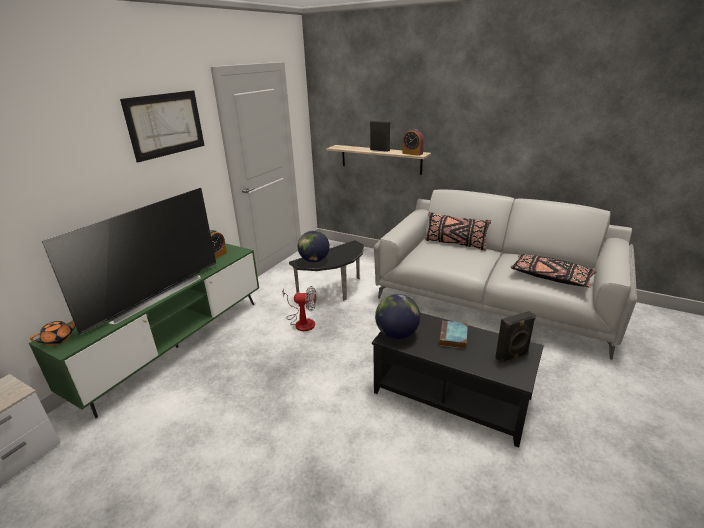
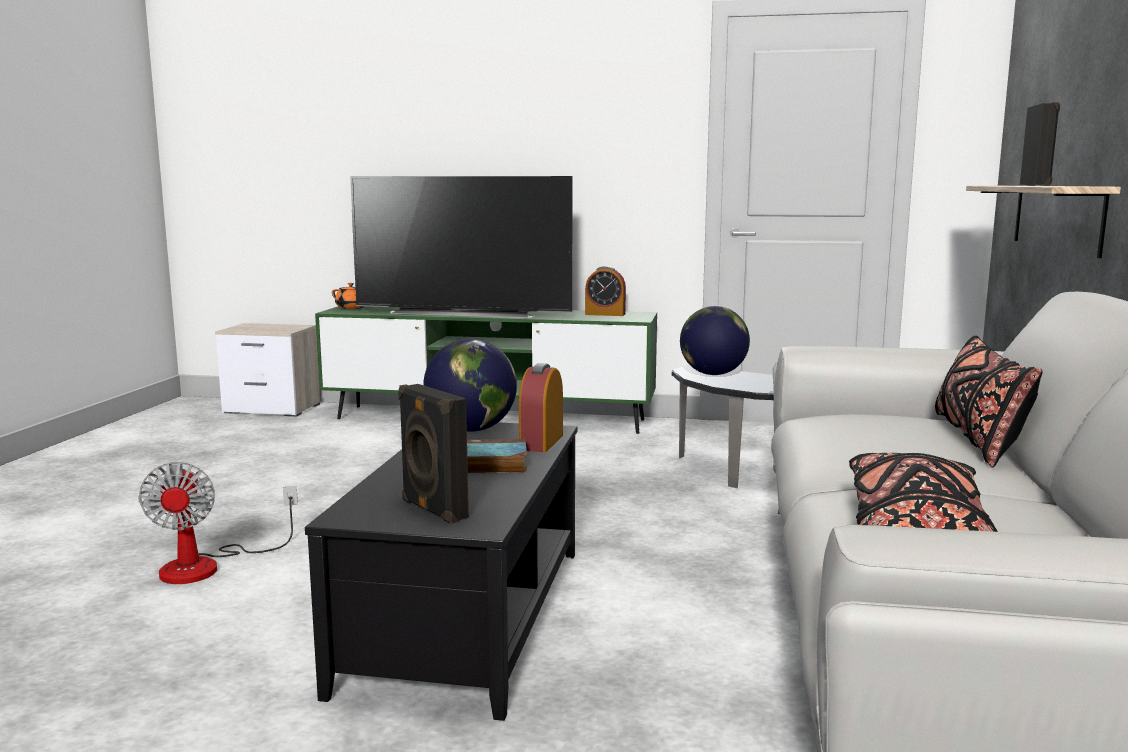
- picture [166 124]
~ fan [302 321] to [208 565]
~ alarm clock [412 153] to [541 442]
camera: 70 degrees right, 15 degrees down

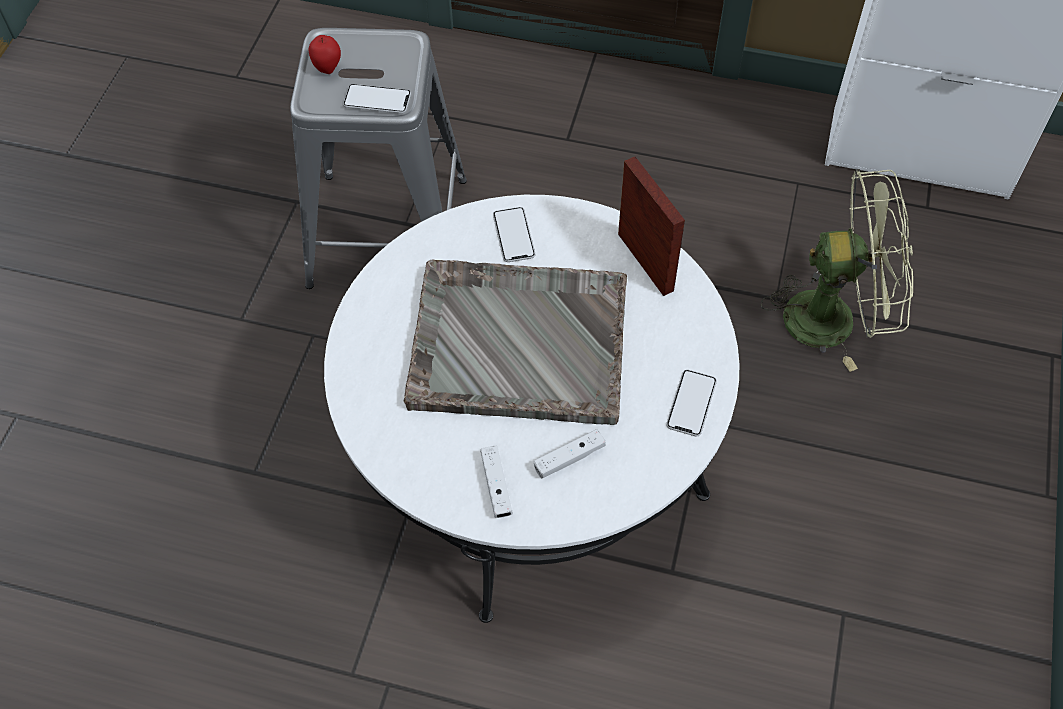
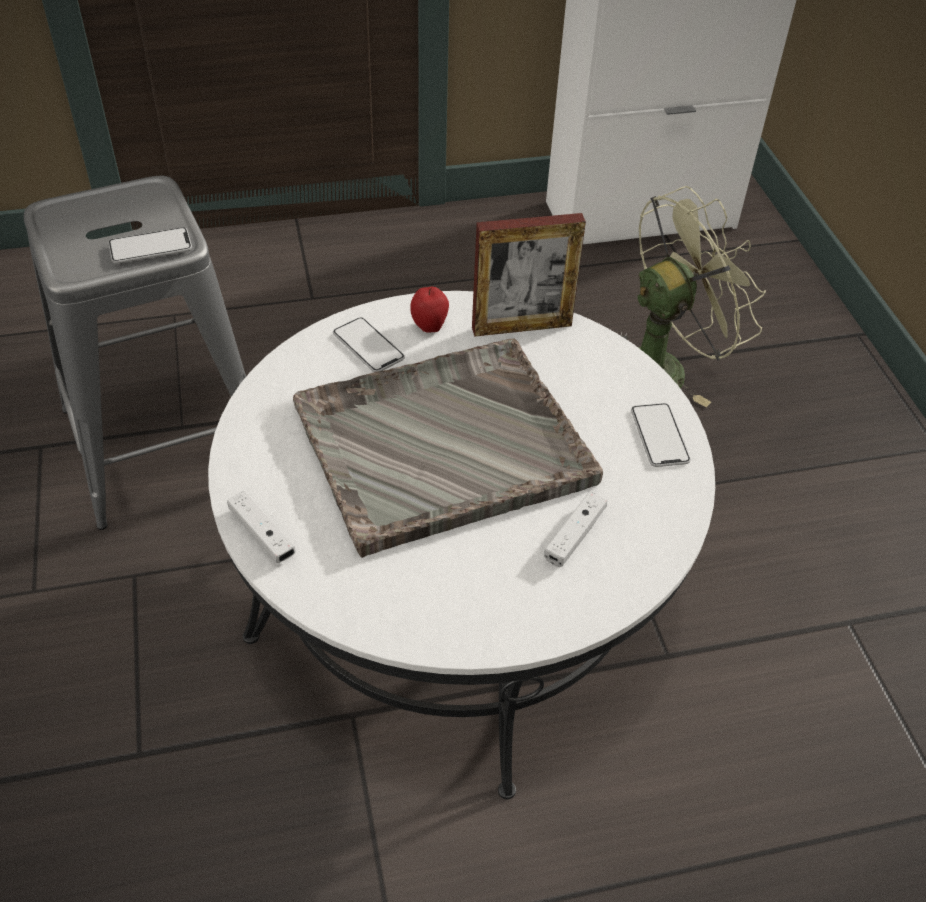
~ apple [327 68] to [429 326]
~ game controller/white [496 486] to [262 534]
~ picture frame [645 262] = [521 326] 135 degrees clockwise
camera: 30 degrees left, 10 degrees down

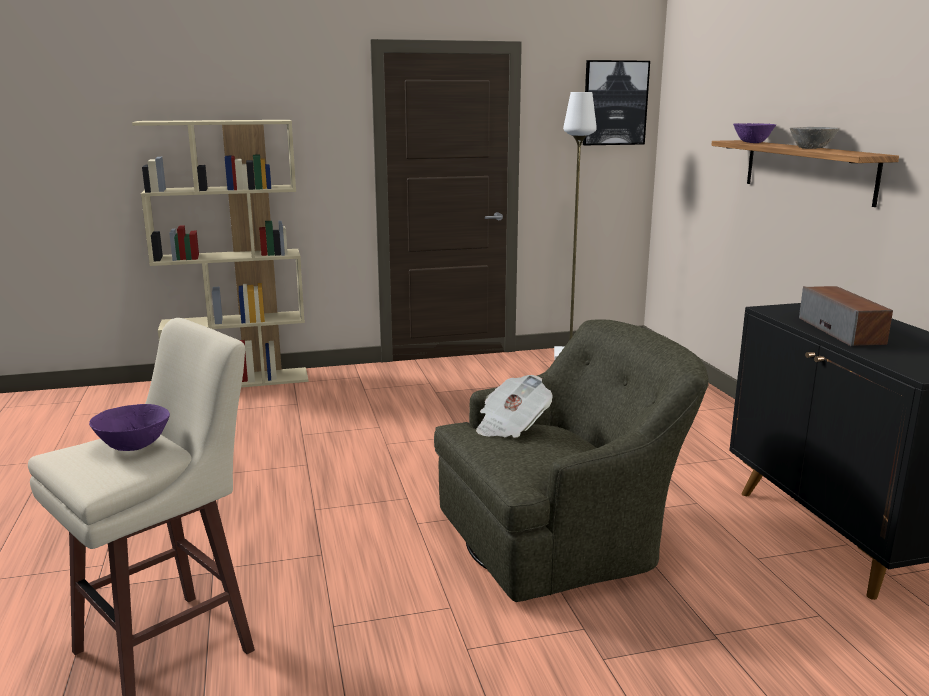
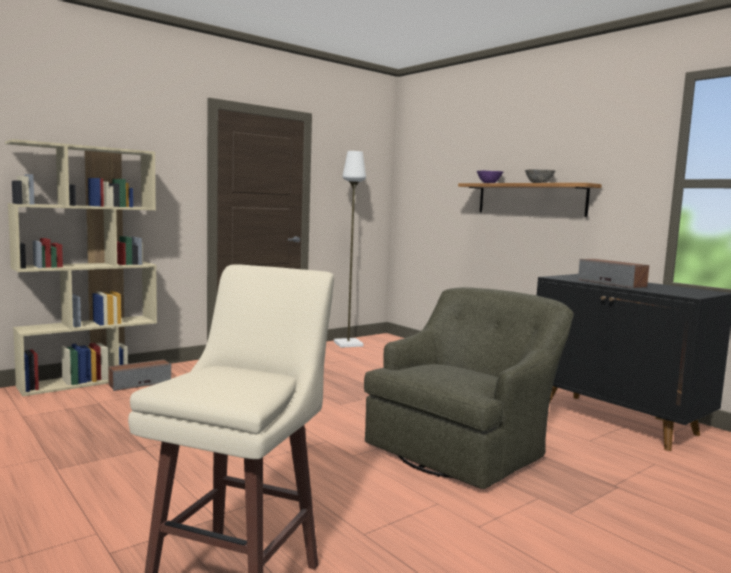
- bowl/purple [132 446]
- newspaper [511 426]
- picture [615 103]
+ speaker [140 383]
camera: 25 degrees left, 10 degrees down

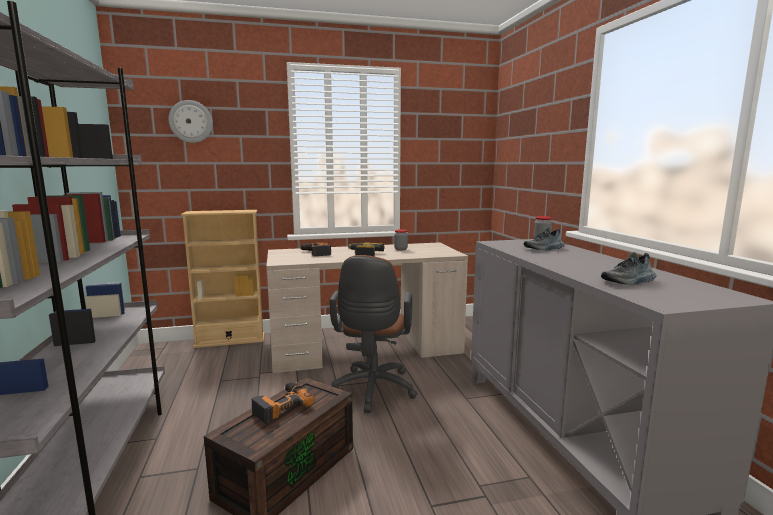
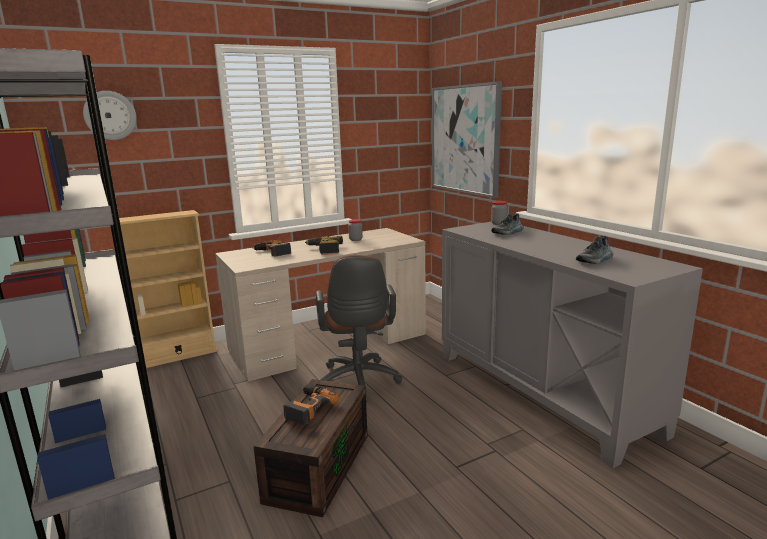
+ picture [465 139]
camera: 15 degrees left, 5 degrees up

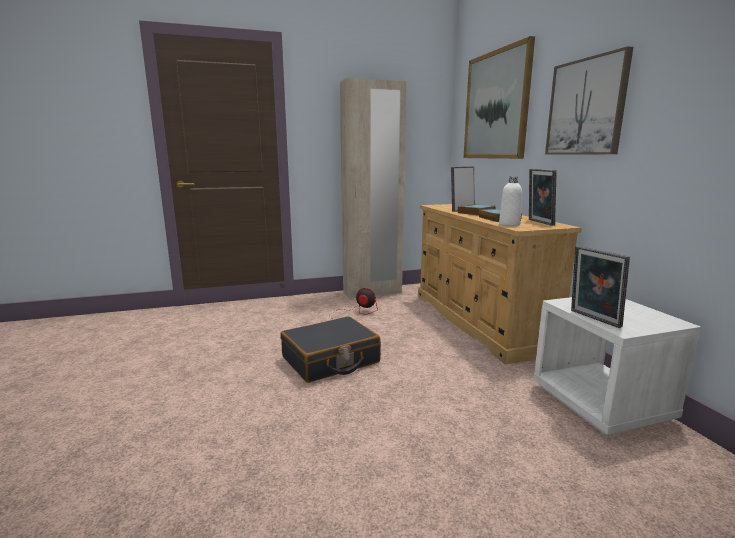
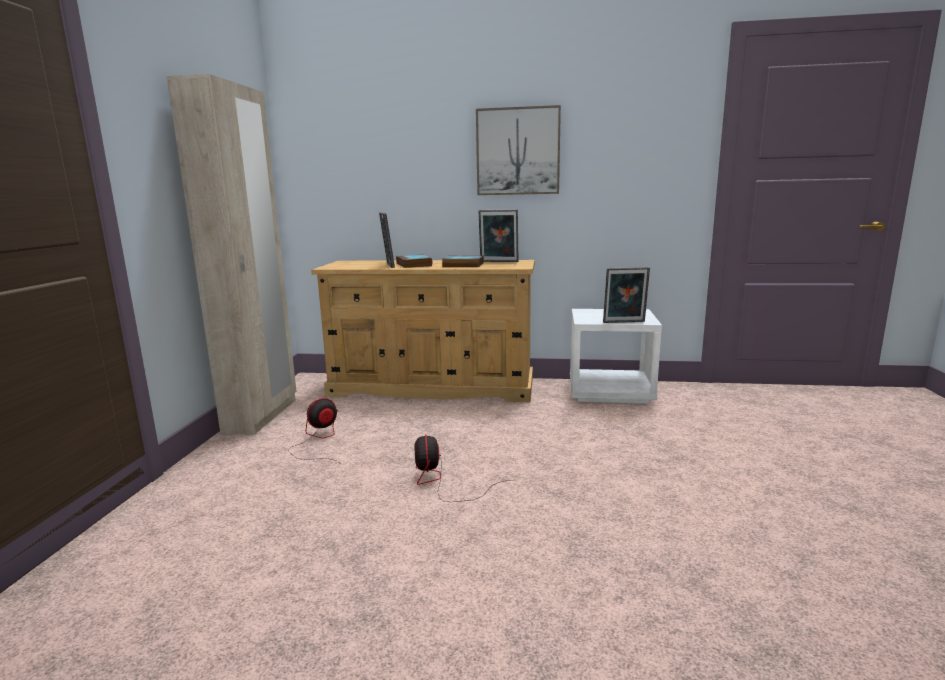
~ suitcase/black [330 360] to fan [442 482]
- picture [496 105]
- bottle/white [509 224]
camera: 65 degrees left, 0 degrees up

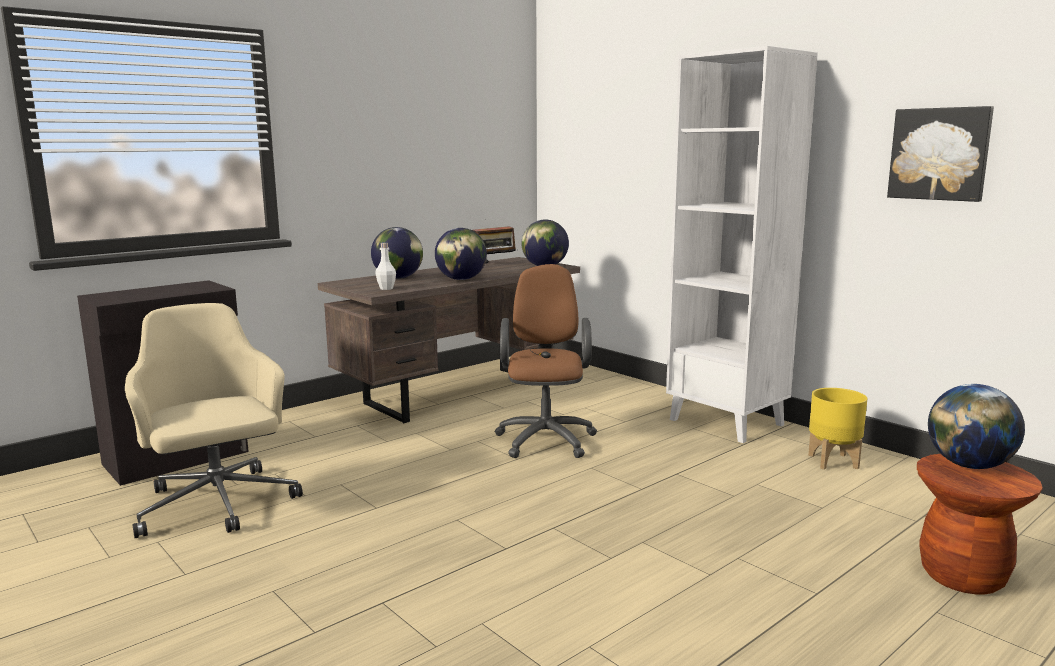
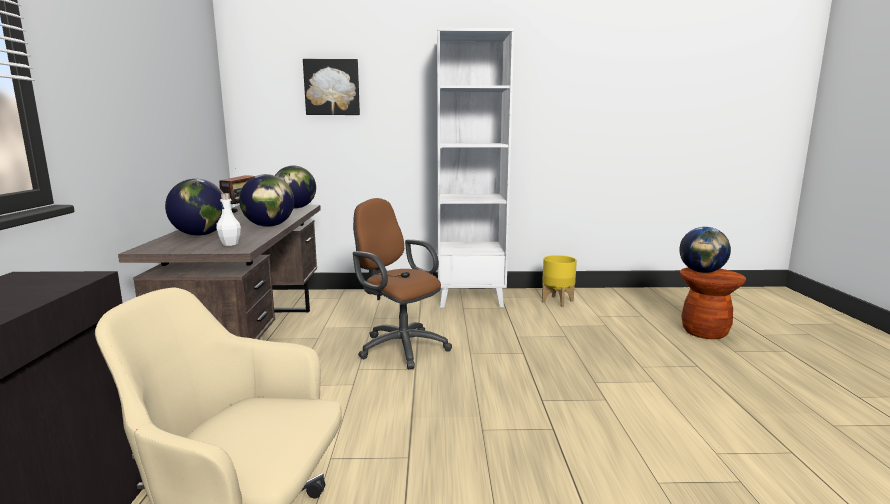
~ picture [939 154] to [332 87]
camera: 50 degrees left, 0 degrees up

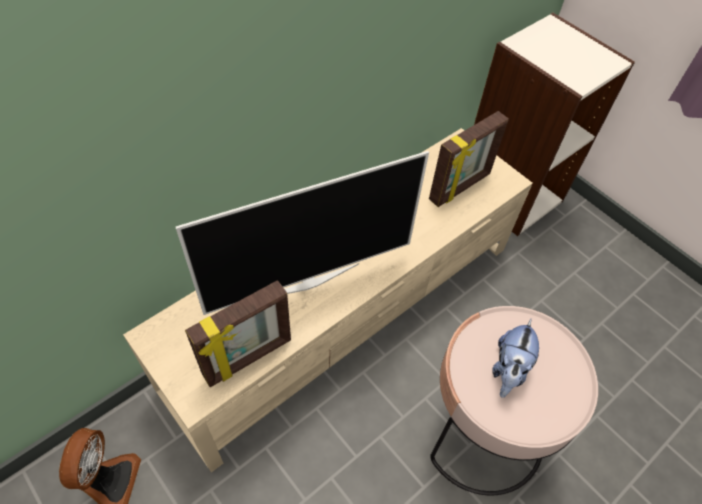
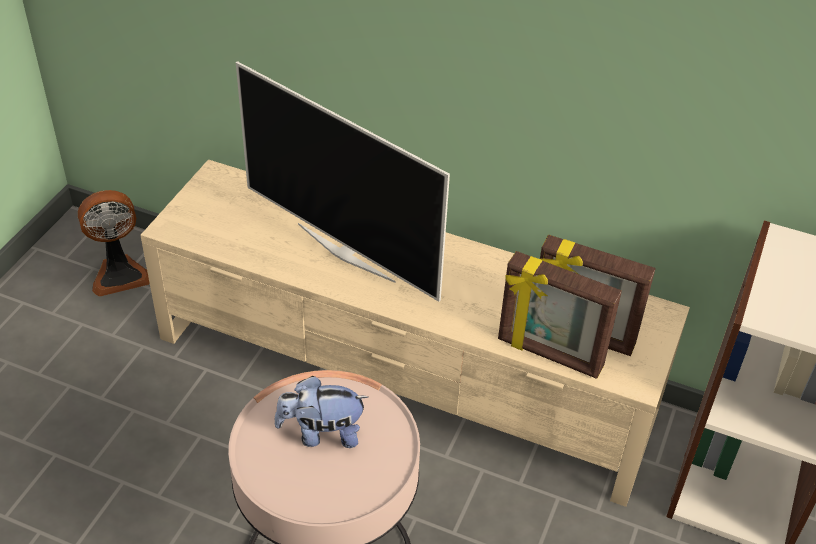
~ picture frame [248 358] to [549 354]
camera: 65 degrees right, 10 degrees down

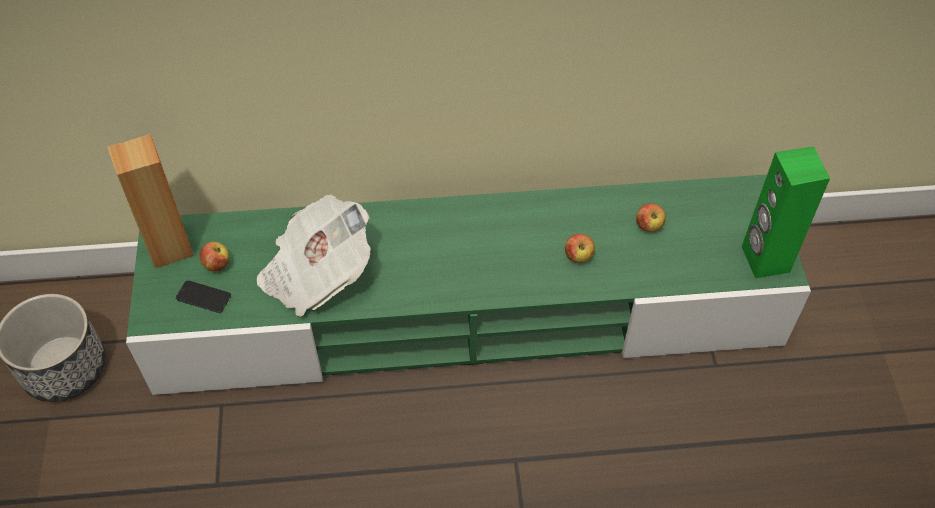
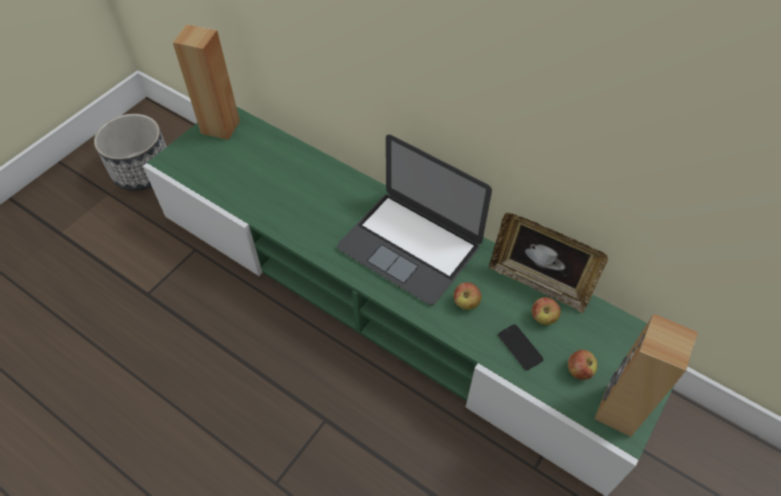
~ phone [203 297] to [520 347]
~ apple [217 264] to [579 370]
- newspaper [316 273]
~ speaker/green [764 259] to speaker/brown [617 410]
+ laptop [409 246]
+ picture frame [538 282]
camera: 40 degrees right, 0 degrees up

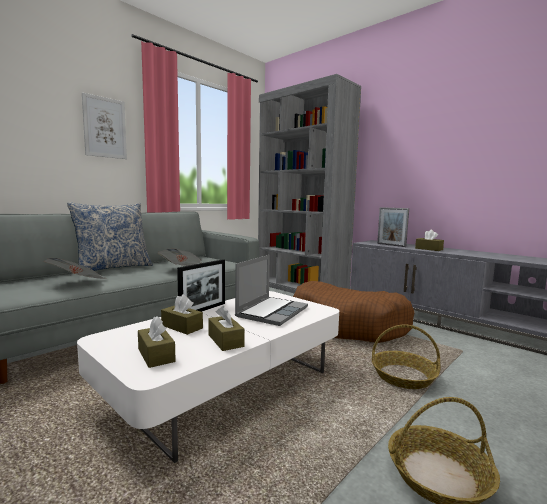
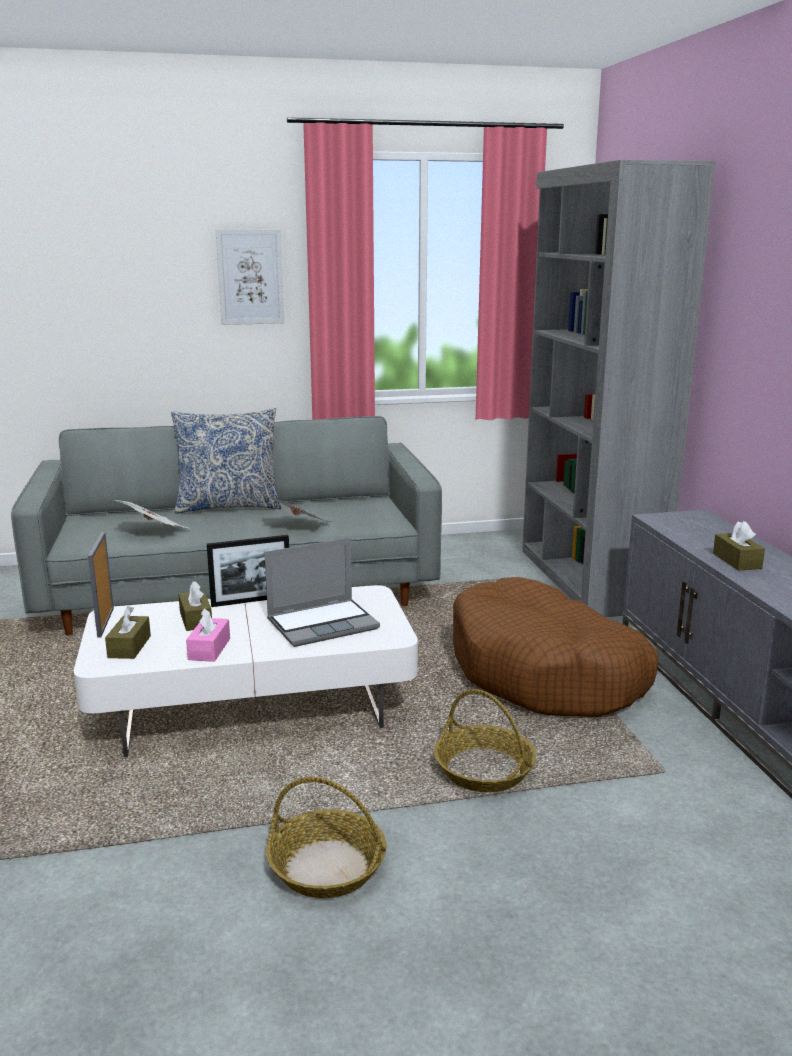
~ tissue box/brown [225 340] to tissue box/pink [209 649]
~ picture frame [391 245] to [105 622]
camera: 35 degrees right, 10 degrees up

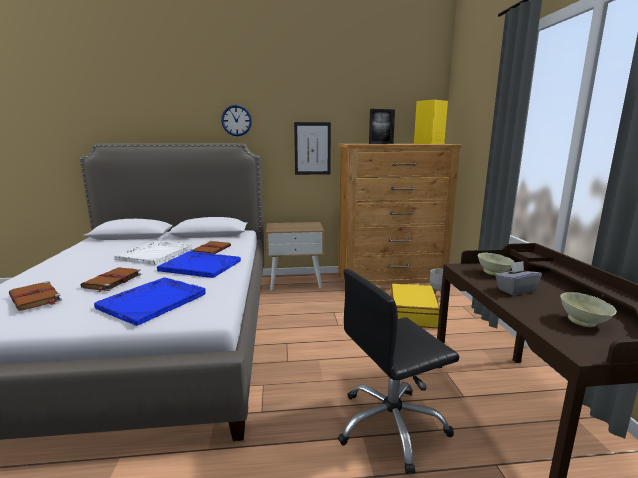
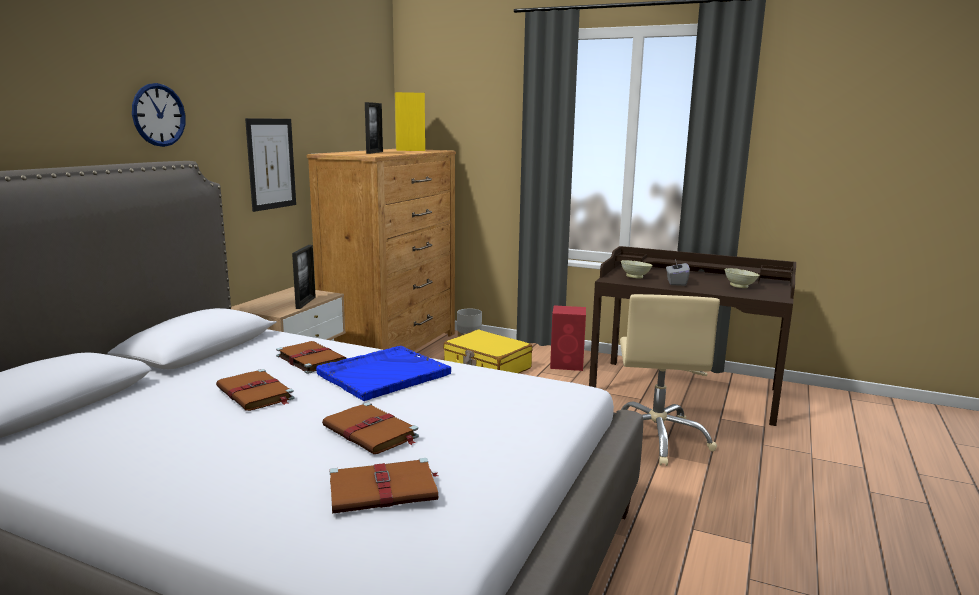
- tray/blue [153 301]
~ tray/white [156 253] to book/brown [255 394]
~ office chair/black [391 426] to office chair/beige [656 438]
+ picture frame [305 303]
+ speaker/red [567 364]
camera: 60 degrees left, 0 degrees up

